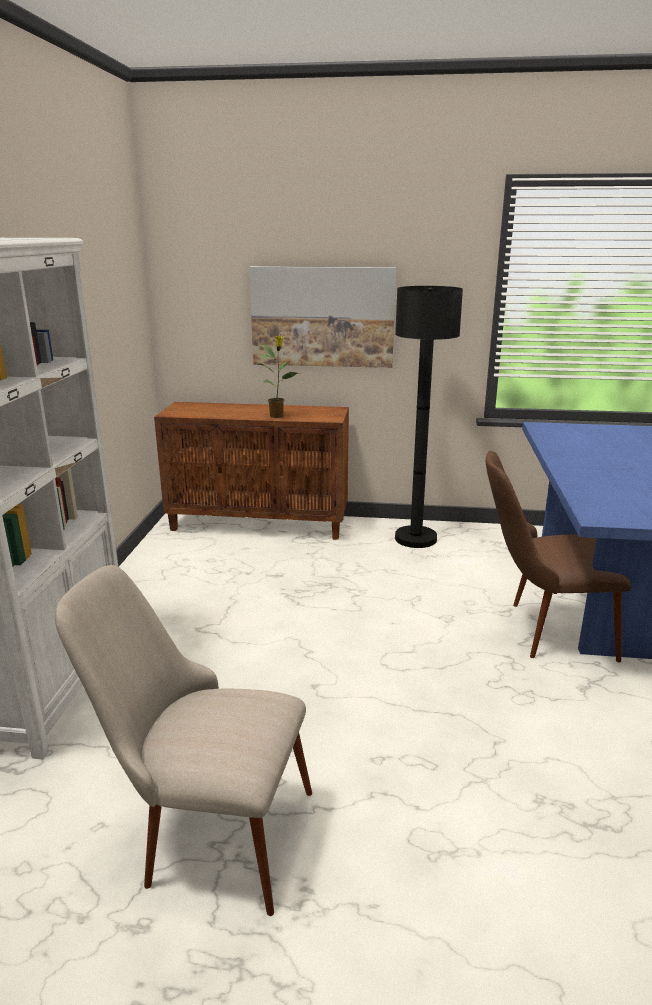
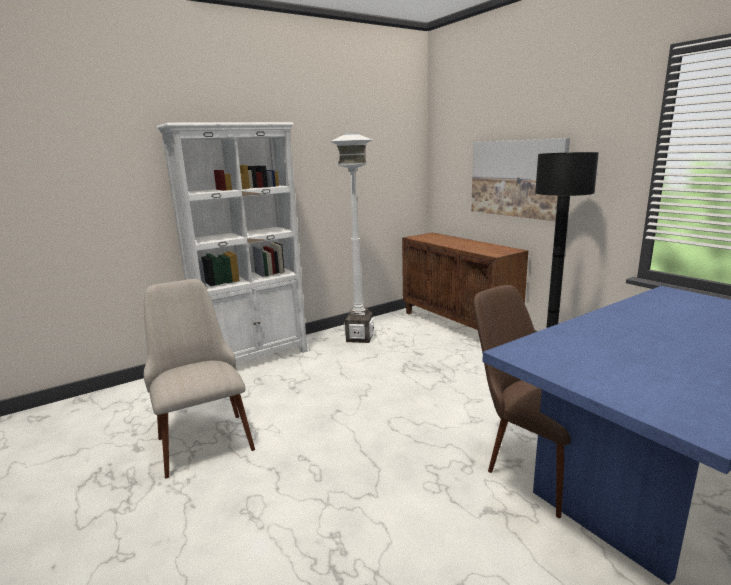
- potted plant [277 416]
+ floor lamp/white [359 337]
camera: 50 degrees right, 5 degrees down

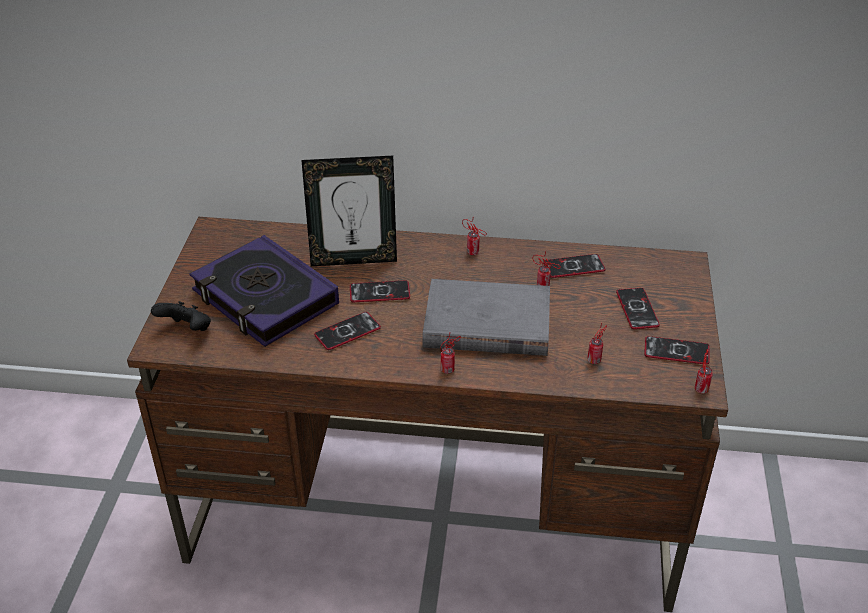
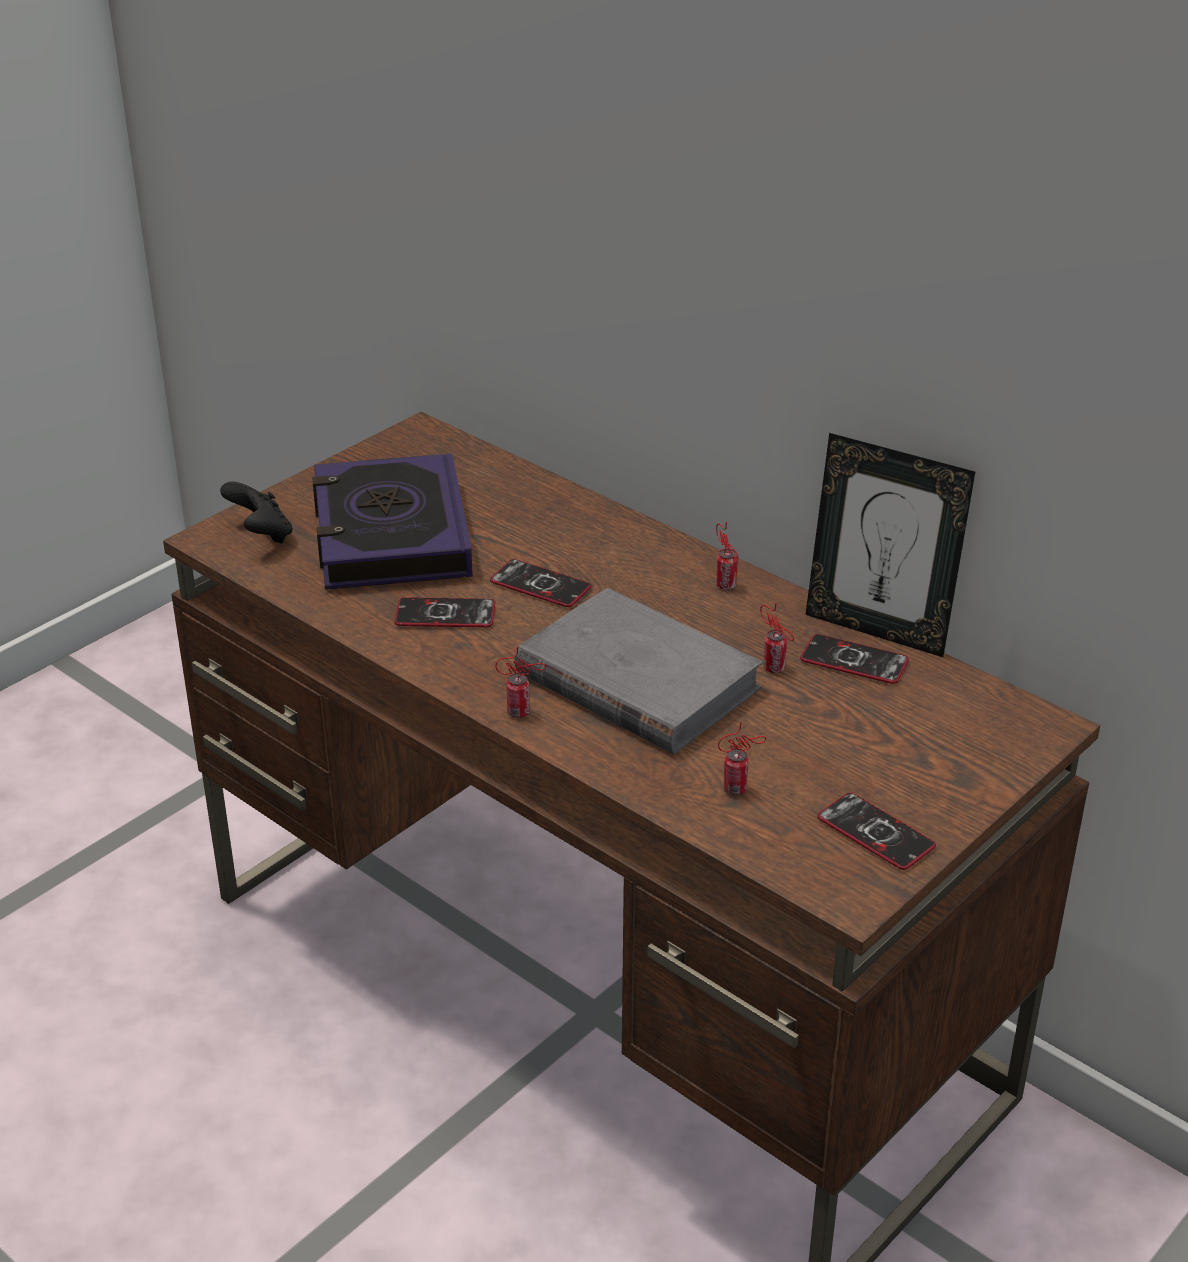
~ picture frame [353 259] to [878 629]
- phone [637 309]
- can [701 391]
camera: 35 degrees right, 5 degrees down

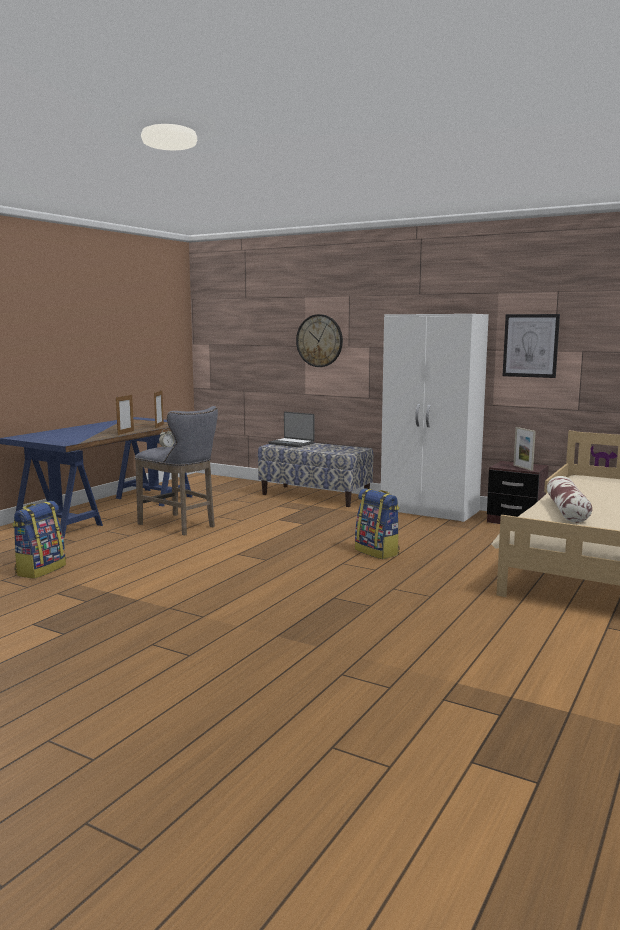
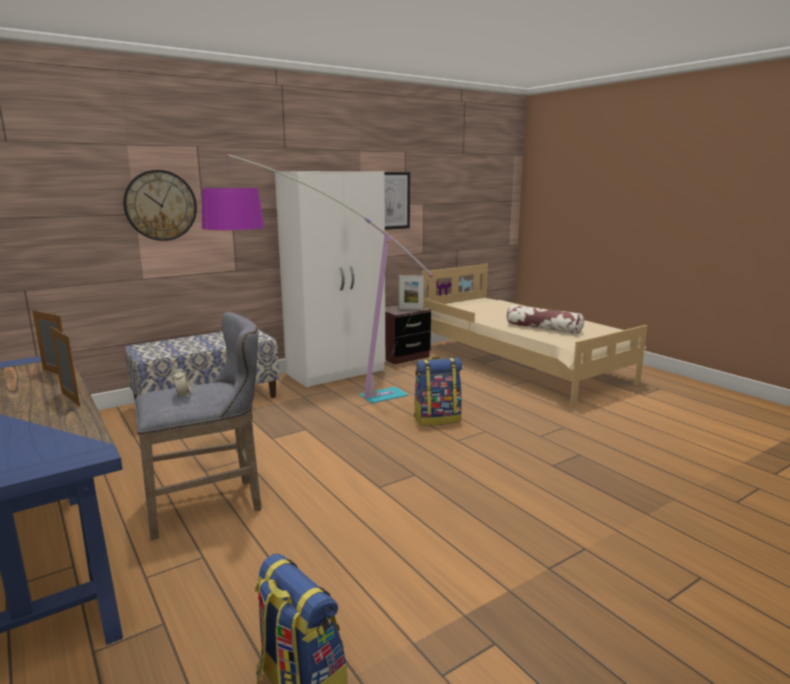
- laptop [292 443]
+ floor lamp [312 409]
camera: 65 degrees left, 5 degrees up

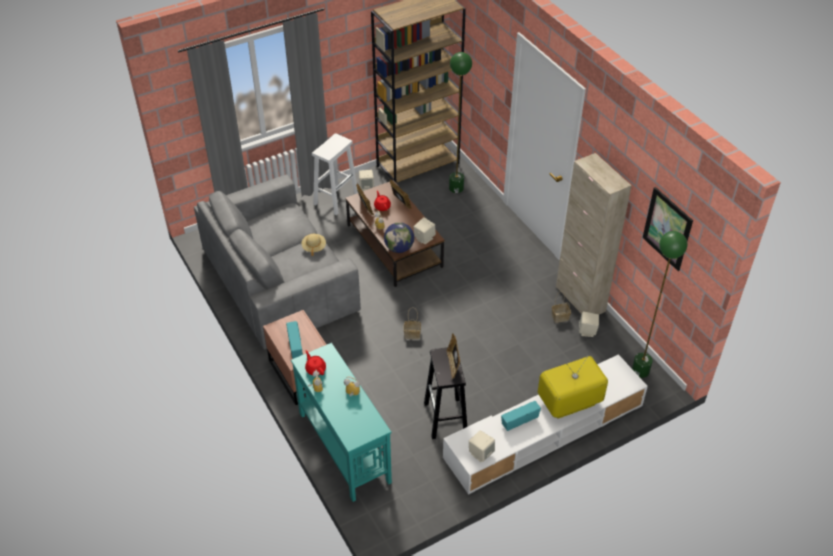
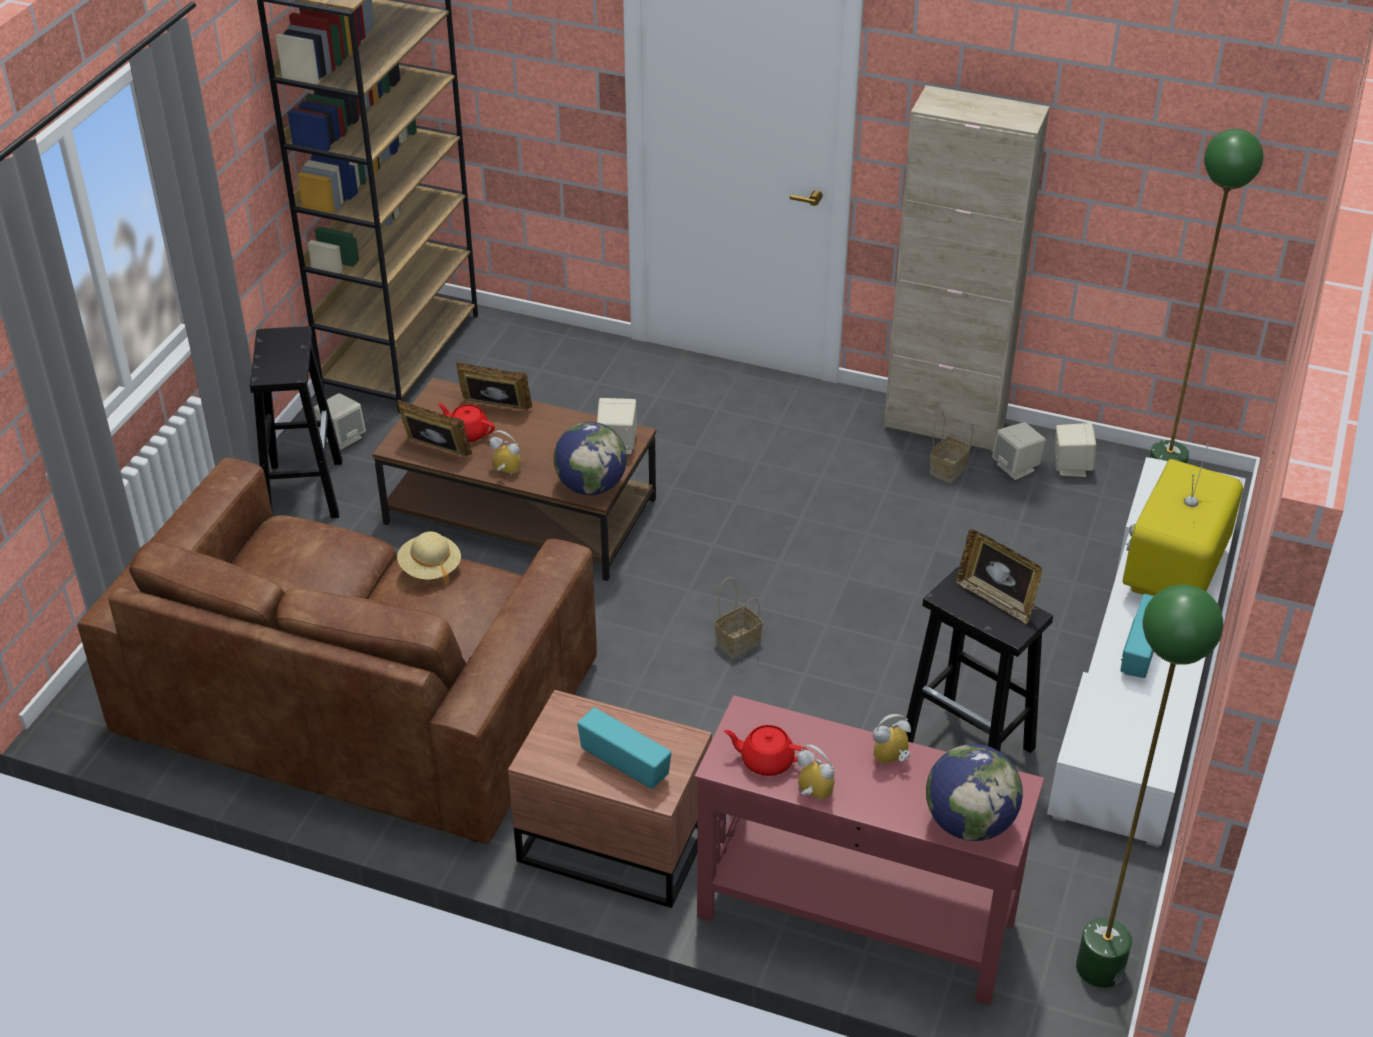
~ sofa/grey [278 280] to sofa/brown [356 700]
~ console table/turquoise [344 446] to console table/red [854 918]
~ stool/white [336 199] to stool/black [304 489]
~ floor lamp/green [456 188] to [1099 968]
~ speaker/beige [481 453] to [1071 467]
- picture [667 229]
+ globe [969 823]
camera: 40 degrees left, 5 degrees down

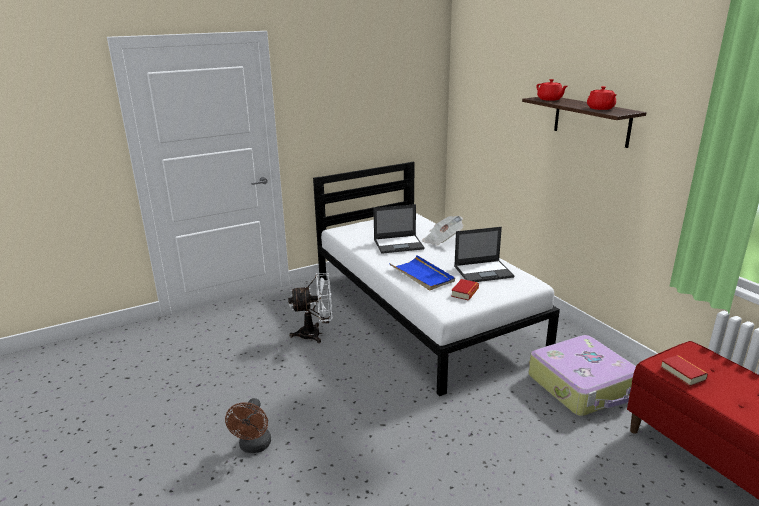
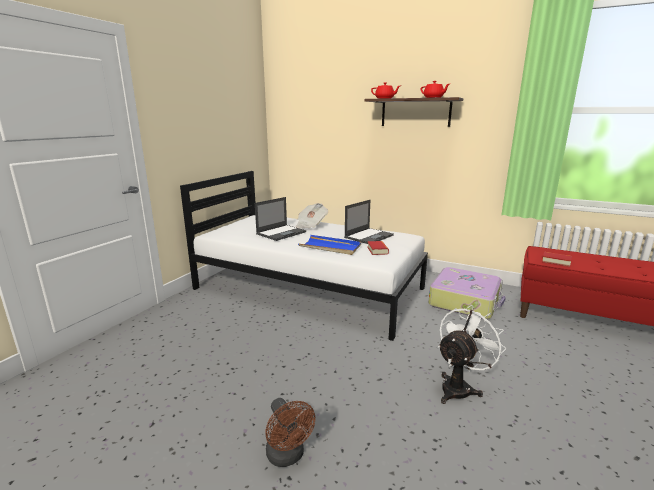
~ fan/white [315 334] to [459 387]
camera: 35 degrees left, 5 degrees down

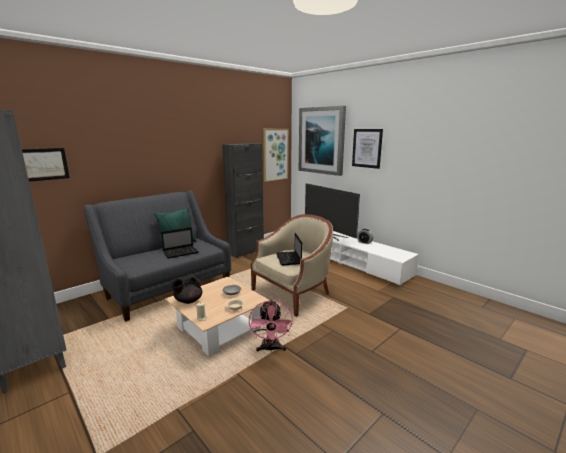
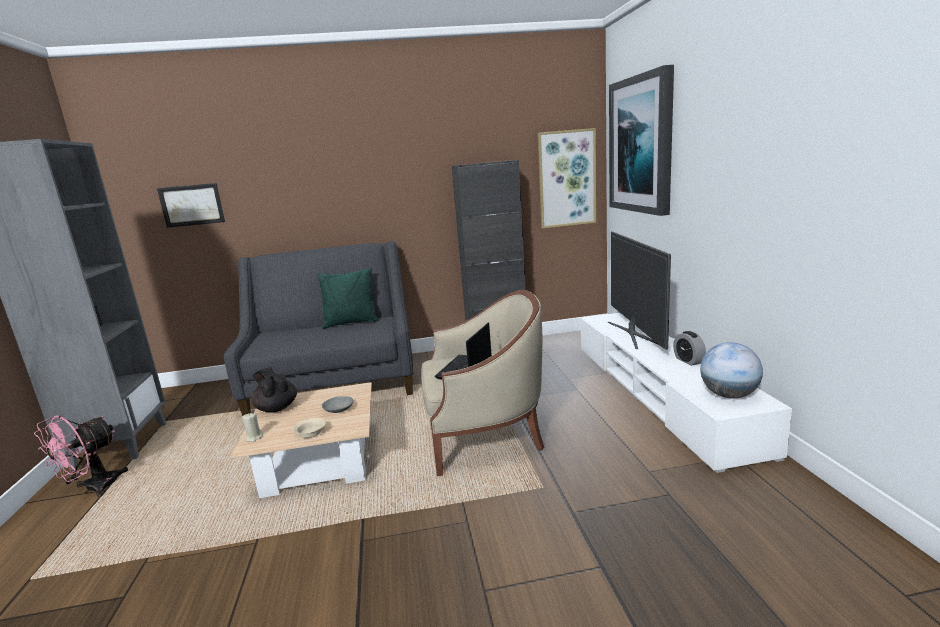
- laptop [181 252]
~ teapot/black [188 301] = [276 408] 60 degrees clockwise
~ fan/pink [271 349] to [93 489]
- picture [367 148]
+ globe [729 395]
camera: 35 degrees right, 0 degrees up

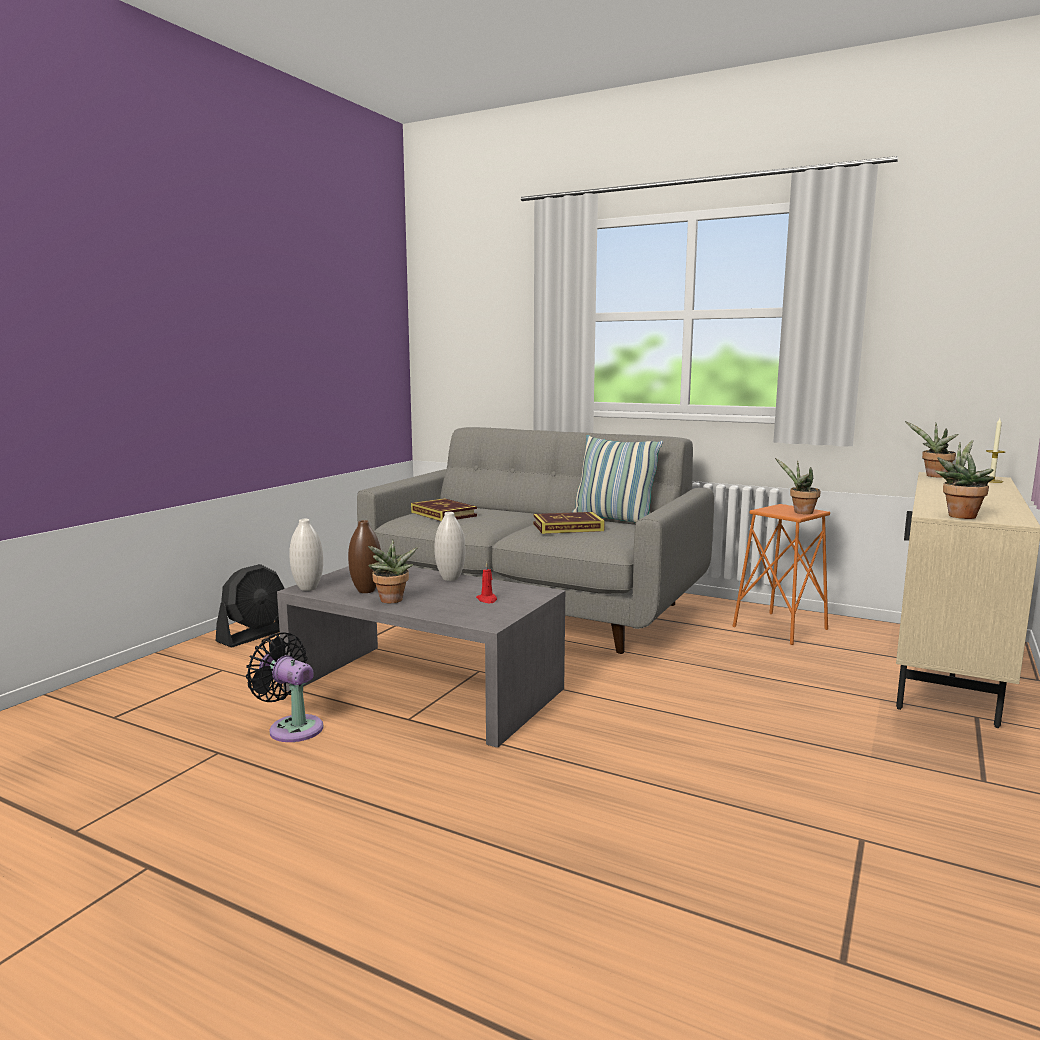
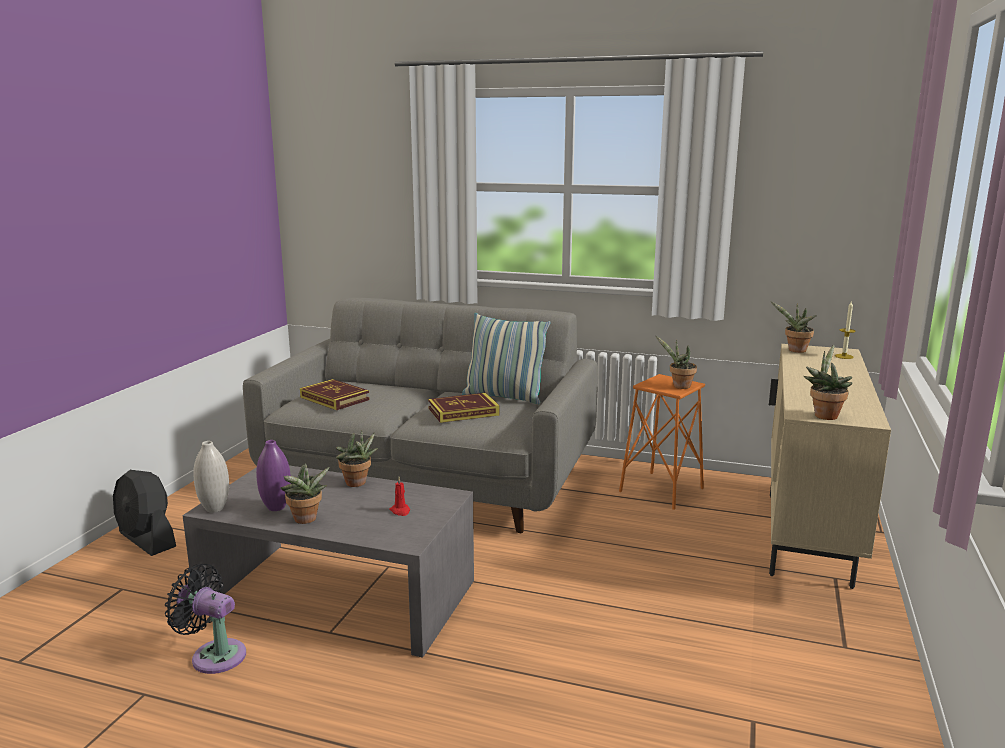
~ fan/black [255 635] = [147 540] 105 degrees clockwise
~ vase/brown [366 591] to vase/purple [276 508]
~ vase/white [450 579] to potted plant [357 484]
camera: 10 degrees left, 5 degrees up

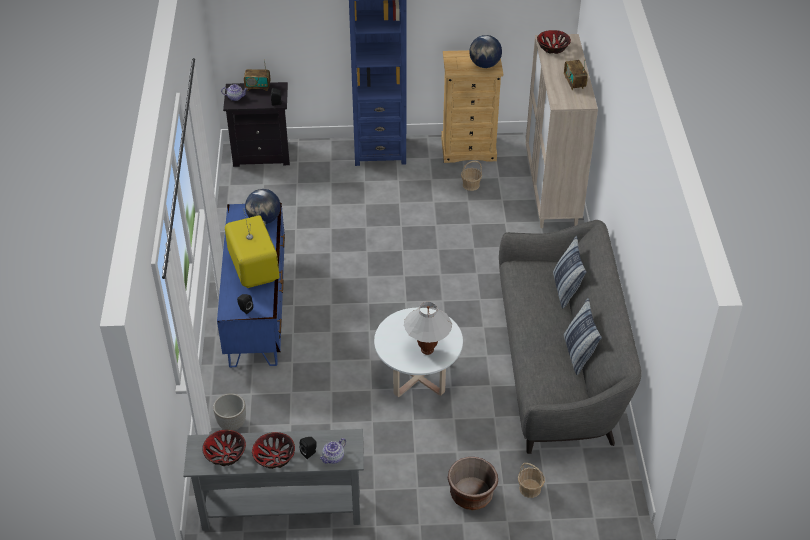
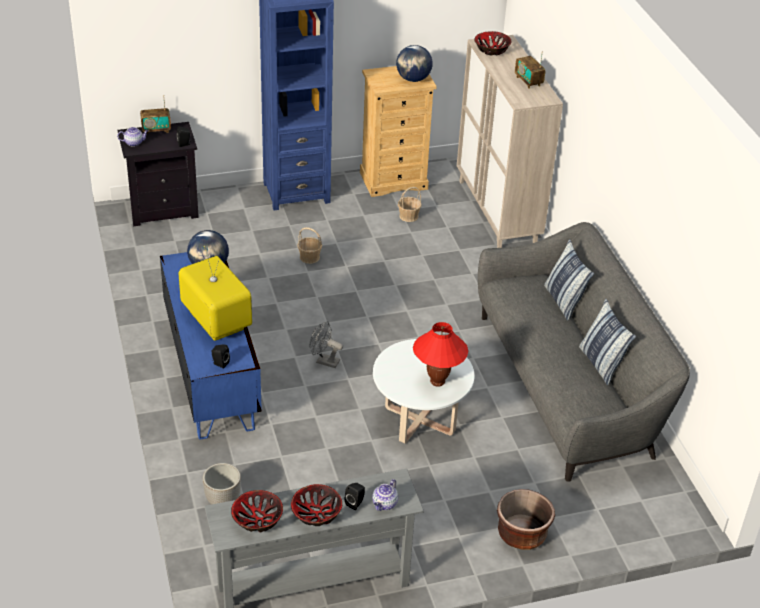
~ table lamp/white [427 350] to table lamp/red [437 381]
~ basket [530 489] to [309 257]
+ fan/grey [324 361]
camera: 15 degrees left, 5 degrees down

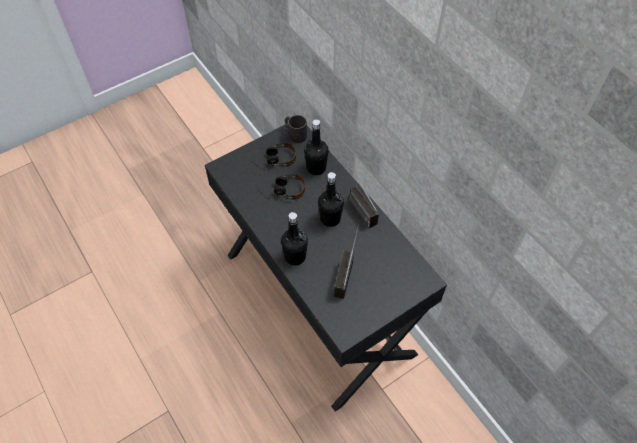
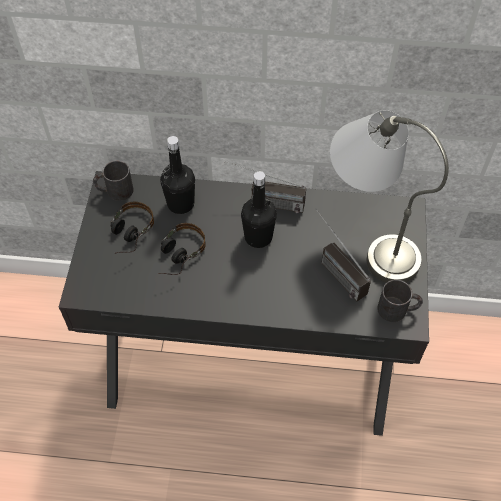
- bottle/black [295 256]
+ table lamp/grey [370 235]
+ mug/black [398 309]
camera: 50 degrees left, 0 degrees up

